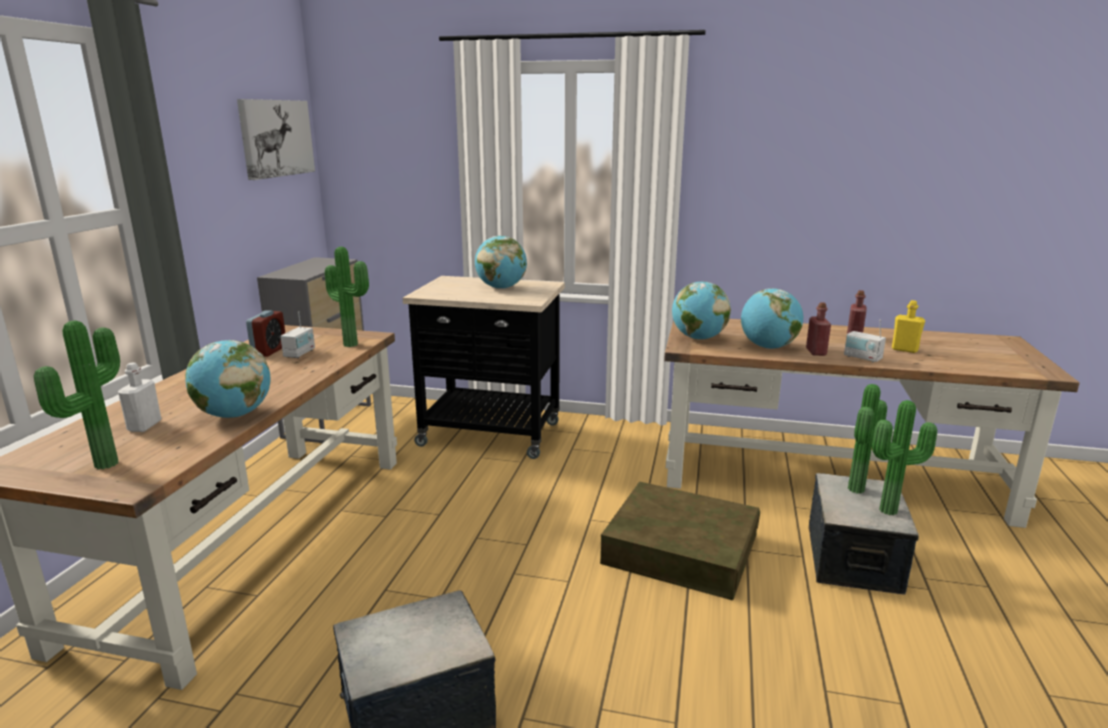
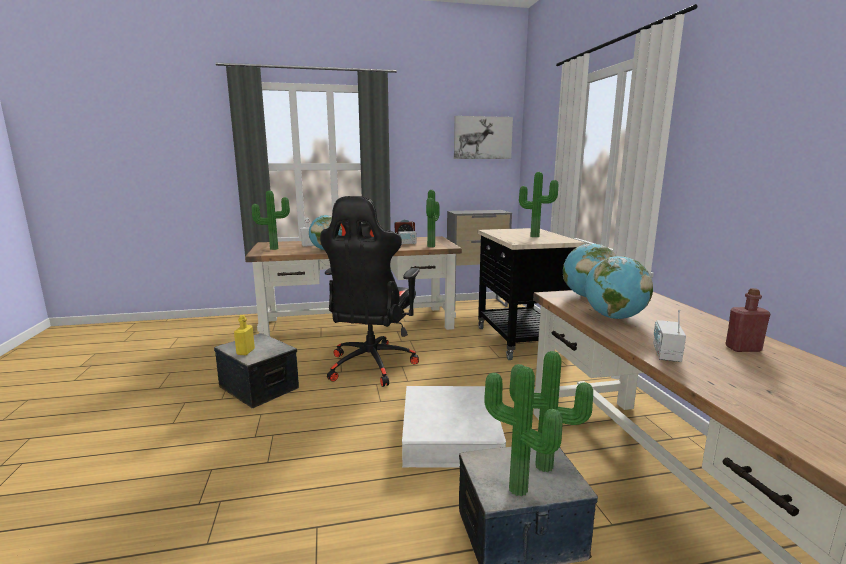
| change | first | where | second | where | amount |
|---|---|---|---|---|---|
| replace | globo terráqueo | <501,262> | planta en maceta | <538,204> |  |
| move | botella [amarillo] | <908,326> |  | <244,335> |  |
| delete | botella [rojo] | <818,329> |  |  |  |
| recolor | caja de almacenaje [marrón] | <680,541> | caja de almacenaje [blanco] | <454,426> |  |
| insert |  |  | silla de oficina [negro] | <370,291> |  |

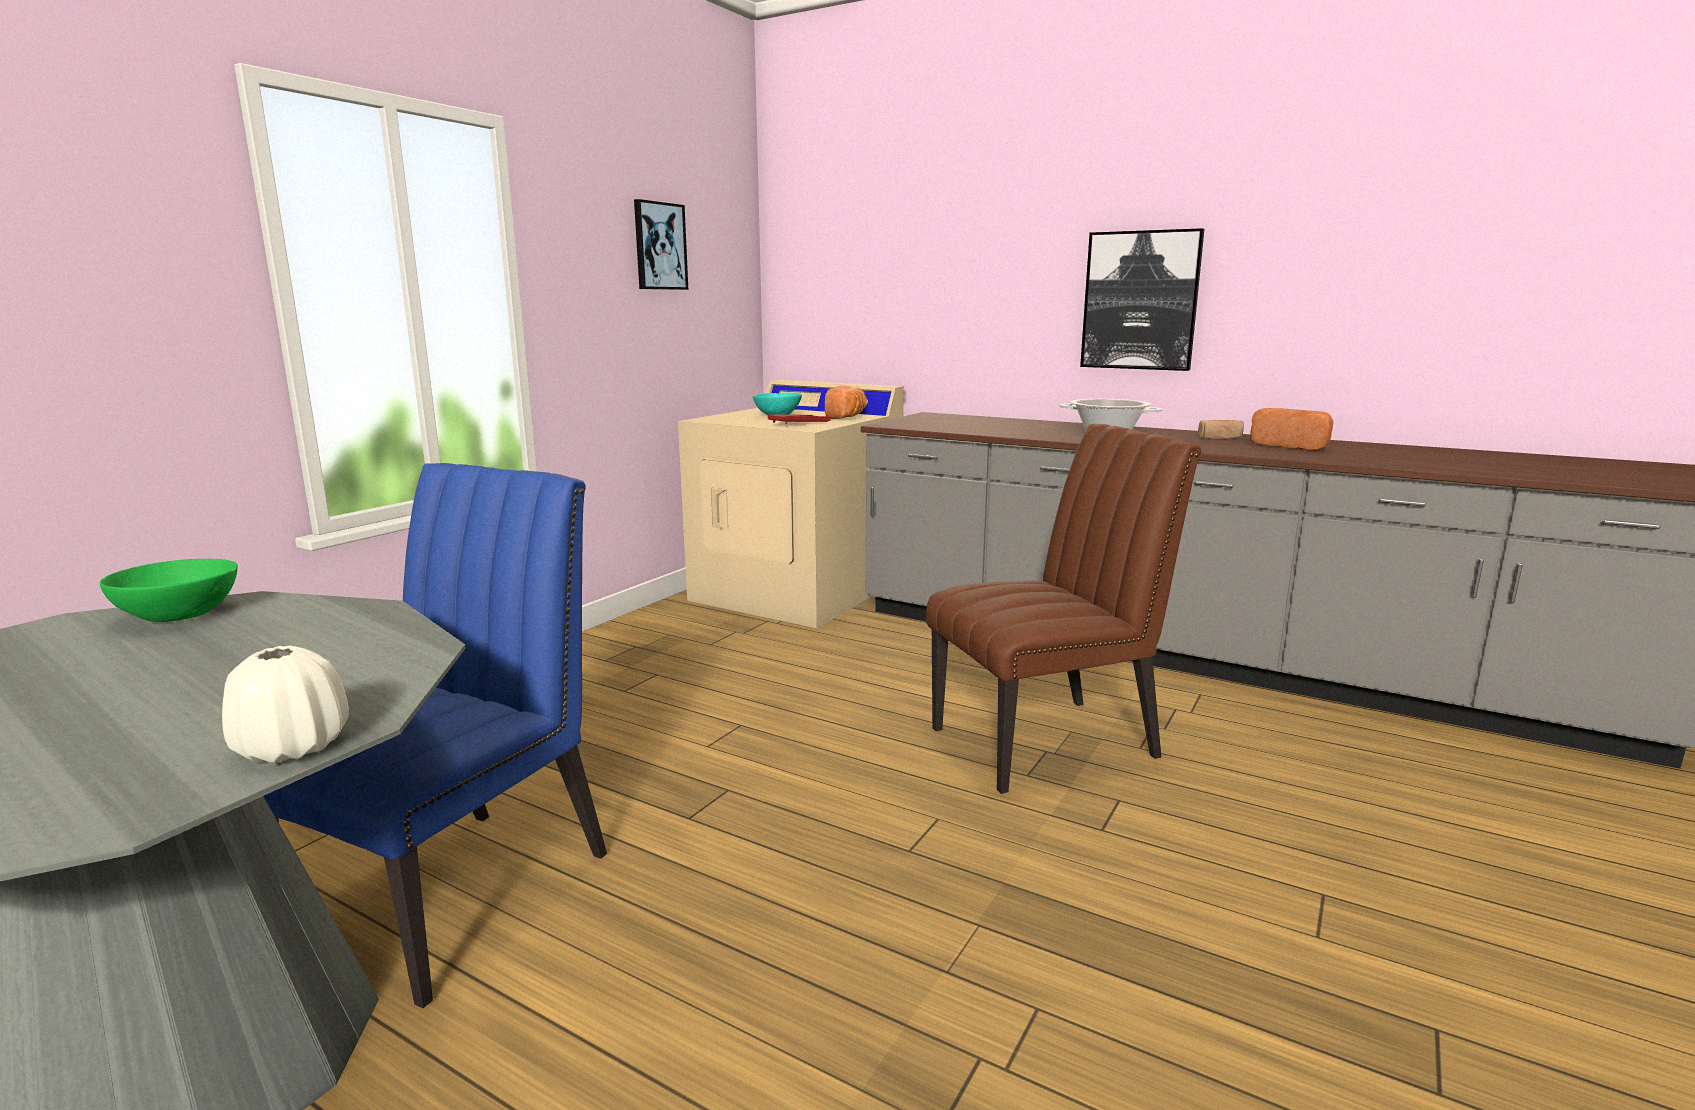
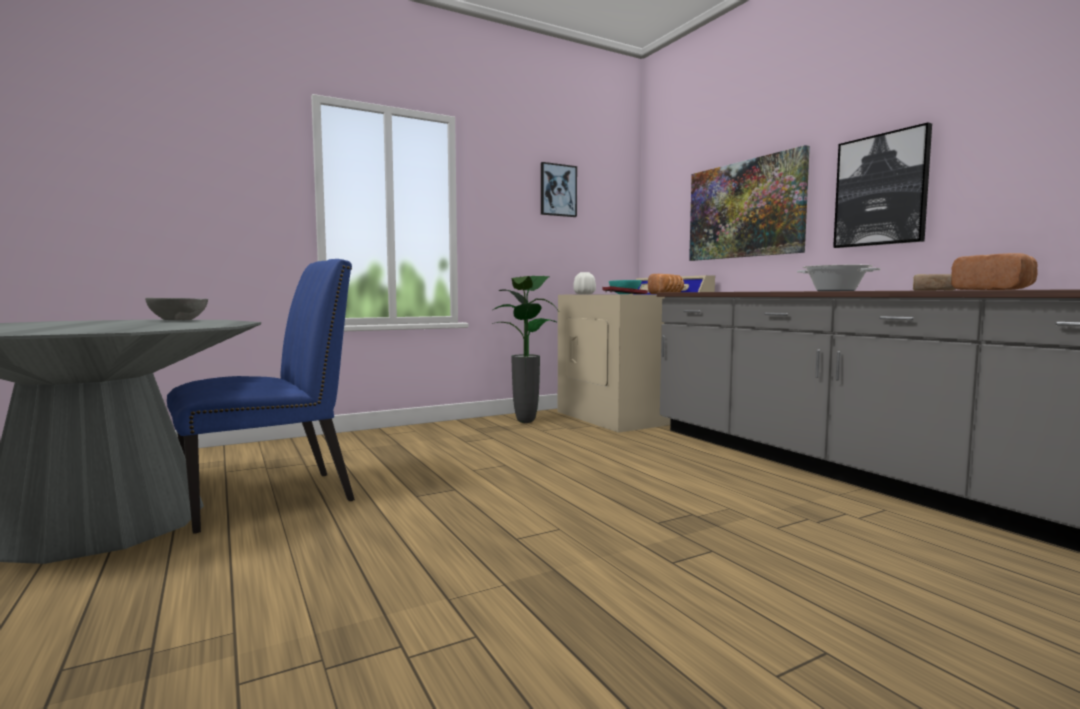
| change | first | where | second | where | amount |
|---|---|---|---|---|---|
| delete | silla [marrón] | <1063,608> |  |  |  |
| recolor | cuenco [verde] | <169,590> | cuenco [gris] | <176,309> |  |
| move | florero [blanco] | <285,704> |  | <584,283> |  |
| insert |  |  | cuadro | <749,203> |  |
| insert |  |  | planta en maceta | <525,349> |  |

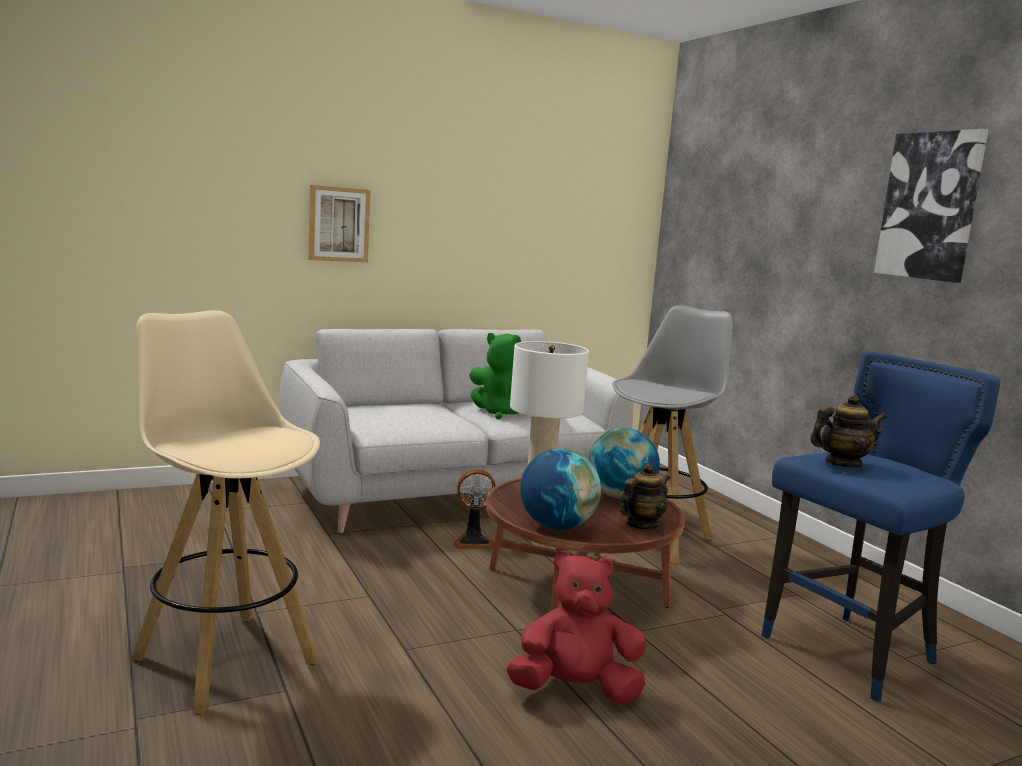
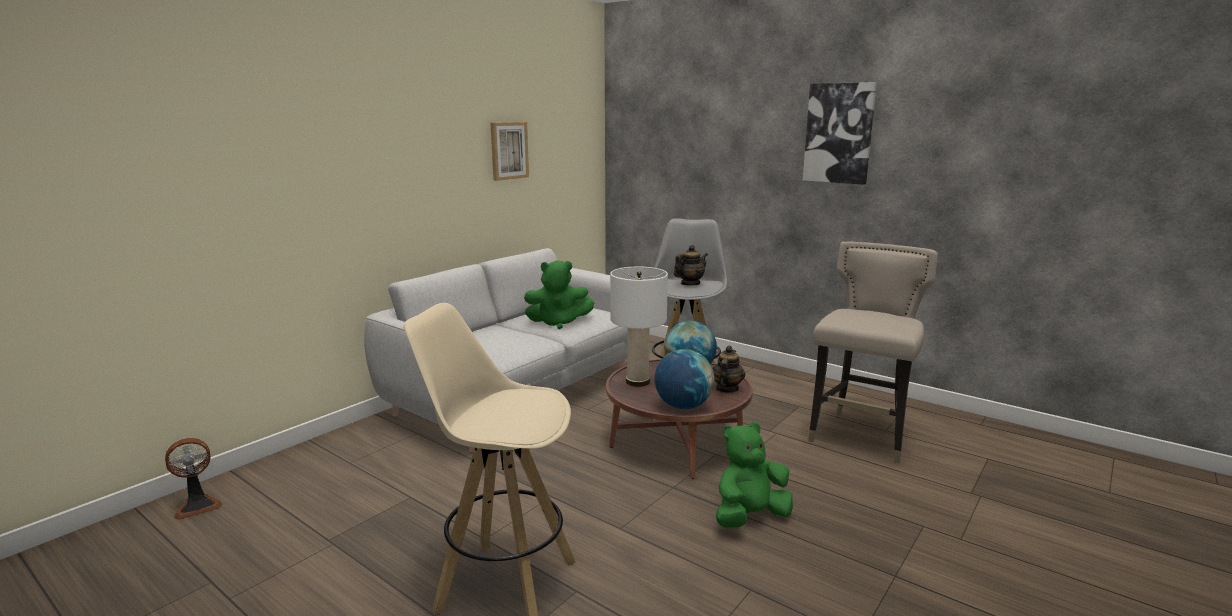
| change | first | where | second | where | amount |
|---|---|---|---|---|---|
| move | cuadro | <339,223> |  | <510,151> |  |
| recolor | taburete [azul] | <880,526> | taburete [beis] | <873,353> |  |
| move | tetera | <848,431> |  | <691,265> |  |
| move | ventilador | <474,509> |  | <194,479> |  |
| recolor | peluche [rojo] | <576,627> | peluche [verde] | <754,475> |  |

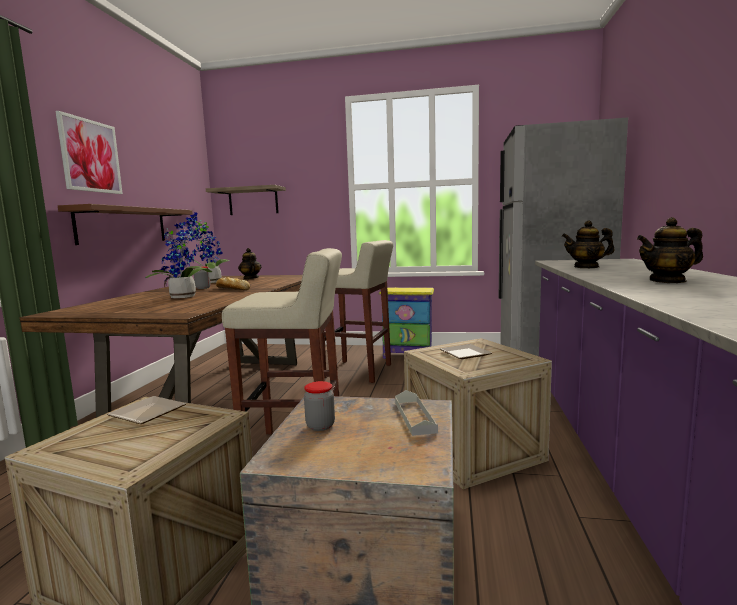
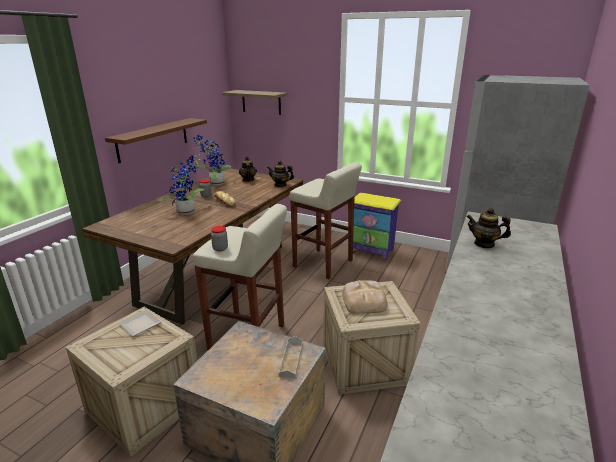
| change | first | where | second | where | amount |
|---|---|---|---|---|---|
| delete | cuadro | <89,152> |  |  |  |
| move | tetera | <670,250> |  | <280,174> |  |
| replace | plato | <466,351> | pan | <365,297> |  |
| move | tarro | <319,406> |  | <219,239> |  |

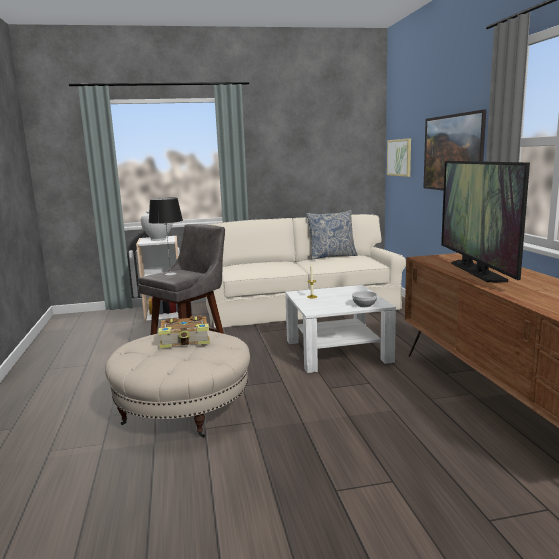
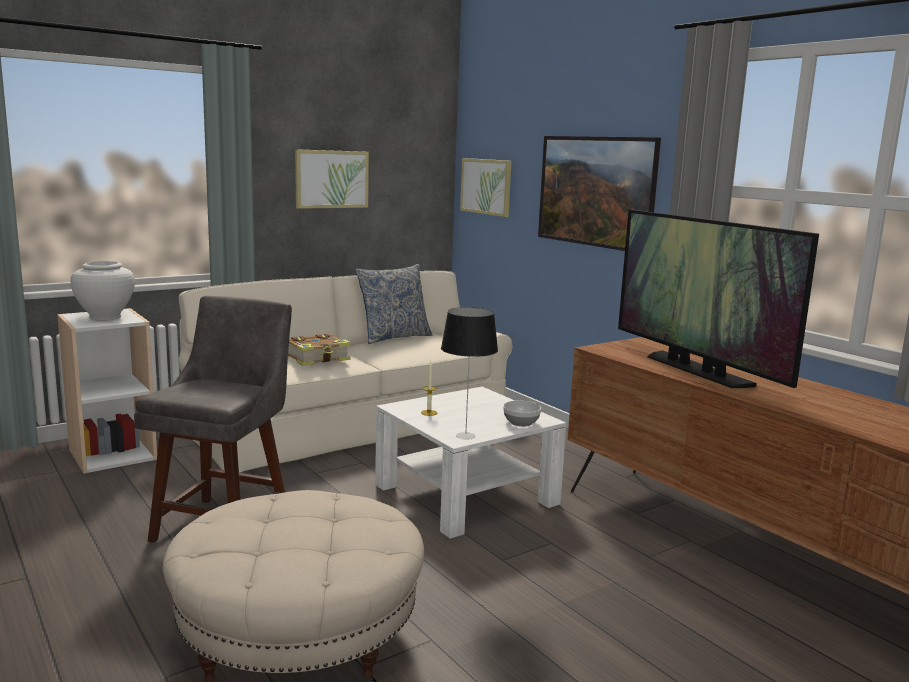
| change | first | where | second | where | amount |
|---|---|---|---|---|---|
| move | lámpara de mesa | <166,236> |  | <469,373> |  |
| move | libro | <184,332> |  | <319,349> |  |
| insert |  |  | cuadro | <332,179> |  |

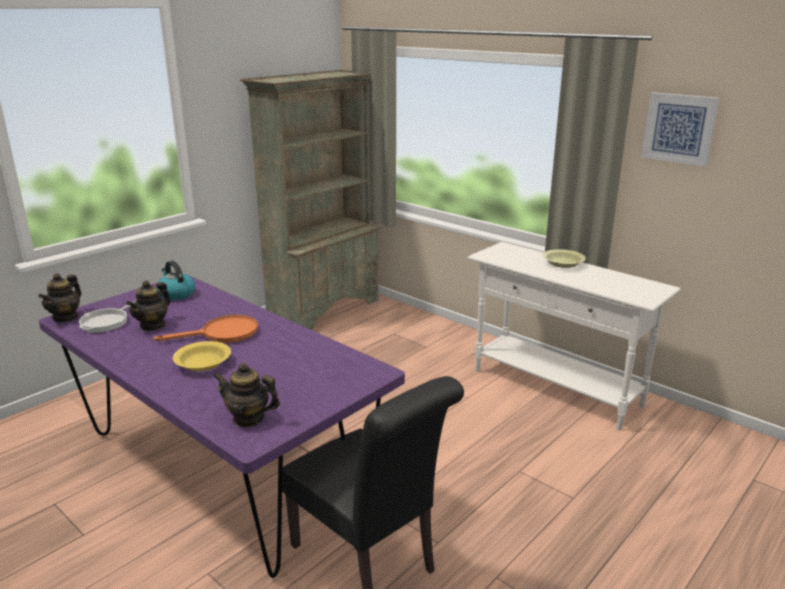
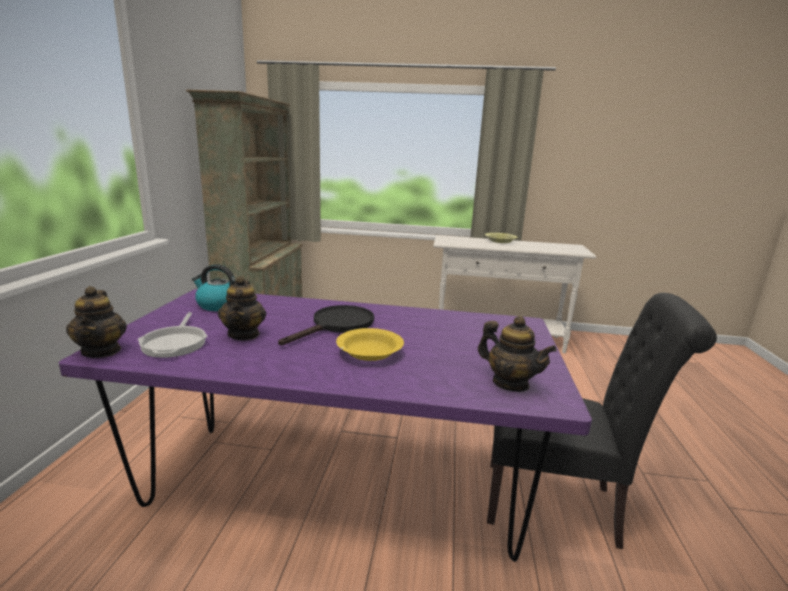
| change | first | where | second | where | amount |
|---|---|---|---|---|---|
| delete | cuadro | <680,129> |  |  |  |
| recolor | sartén [naranja] | <205,329> | sartén [negro] | <326,325> |  |
| rotate | tetera | <247,395> |  | <517,354> | 120 degrees counterclockwise |

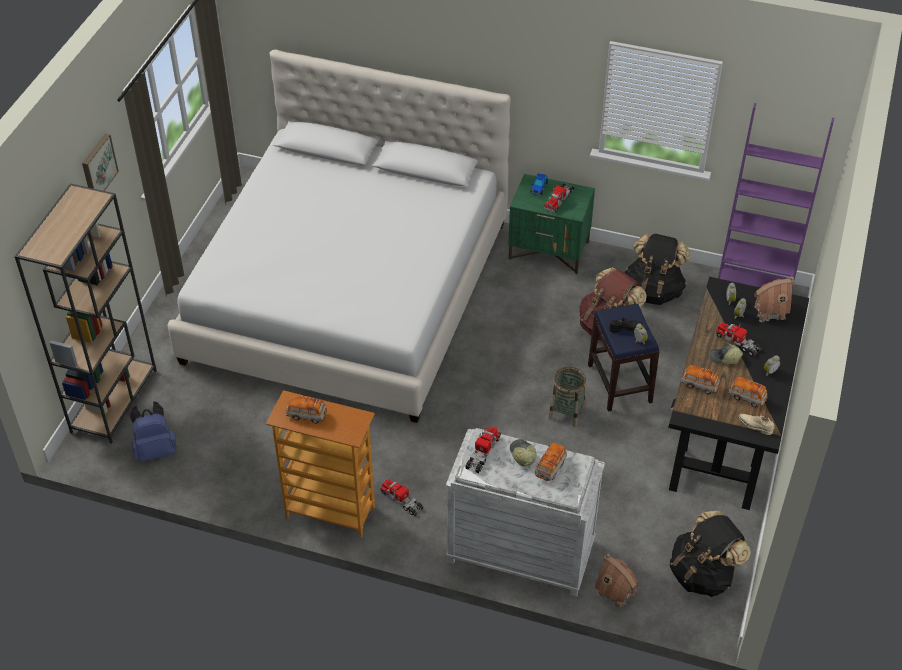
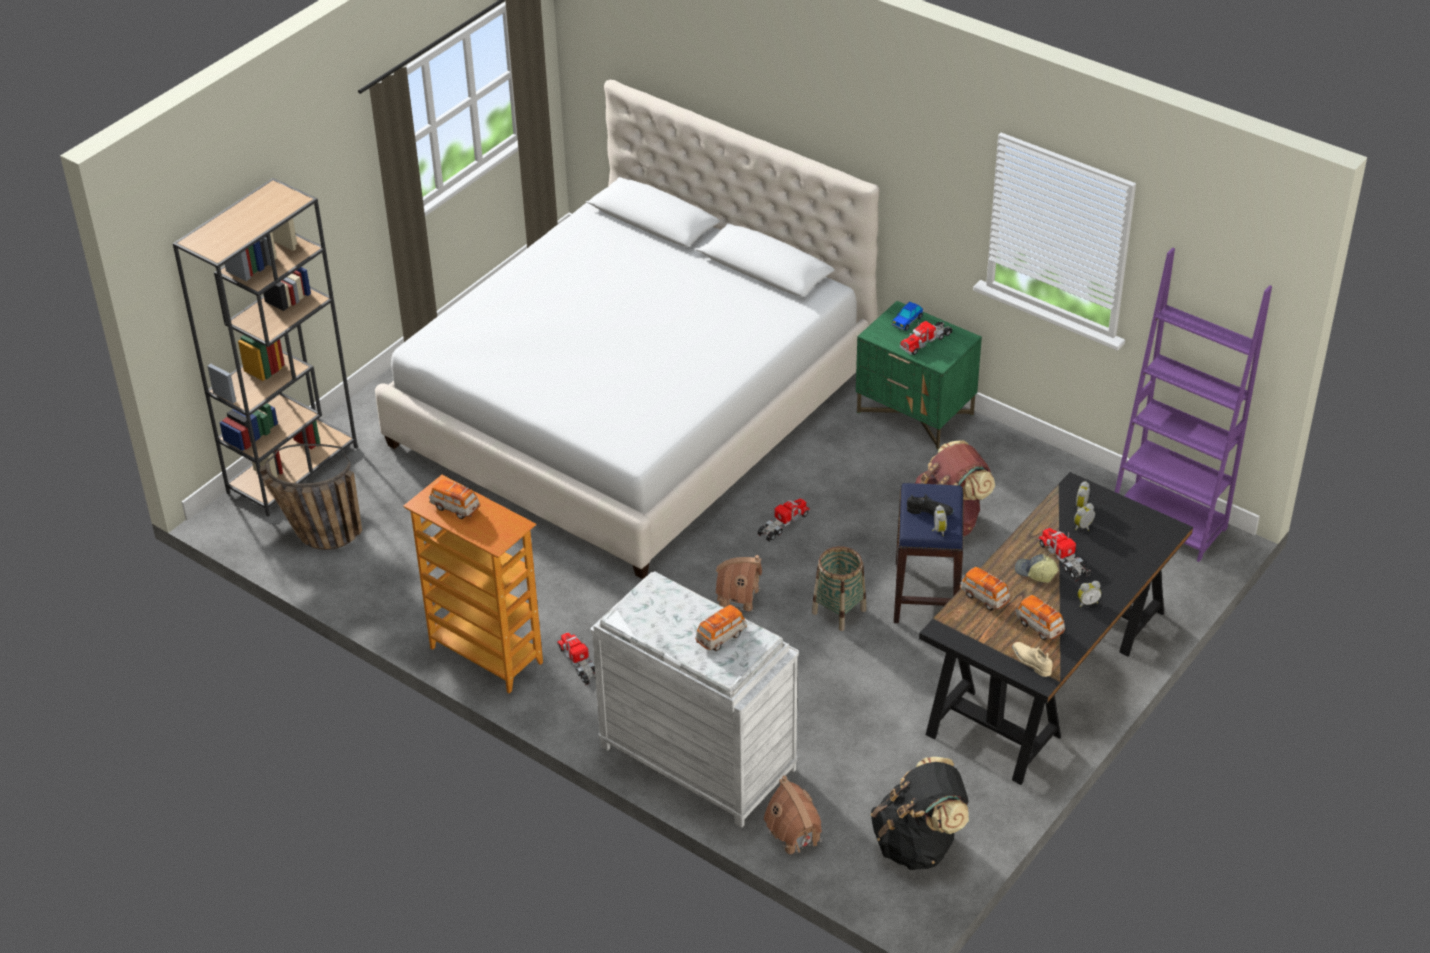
| change | first | where | second | where | amount |
|---|---|---|---|---|---|
| delete | cuadro | <100,162> |  |  |  |
| delete | mochila [negro] | <657,269> |  |  |  |
| move | casita | <774,299> |  | <739,583> |  |
| replace | mochila [azul] | <153,431> | cesta | <311,497> |  |
| move | camión de juguete | <483,449> |  | <784,520> |  |
| delete | gorra | <523,452> |  |  |  |

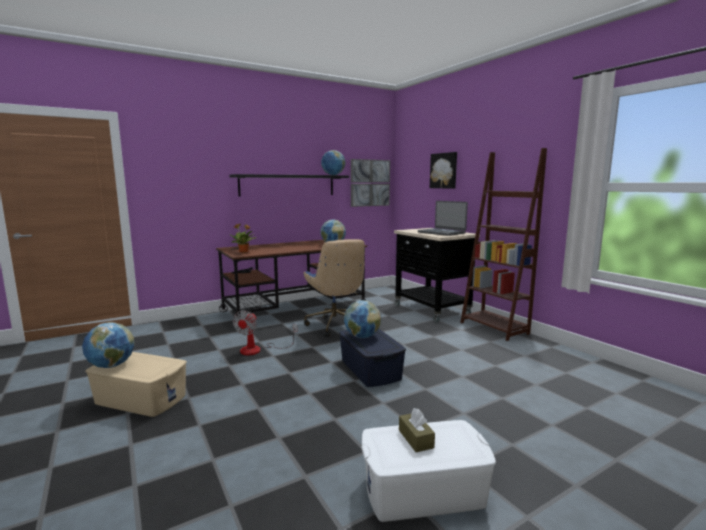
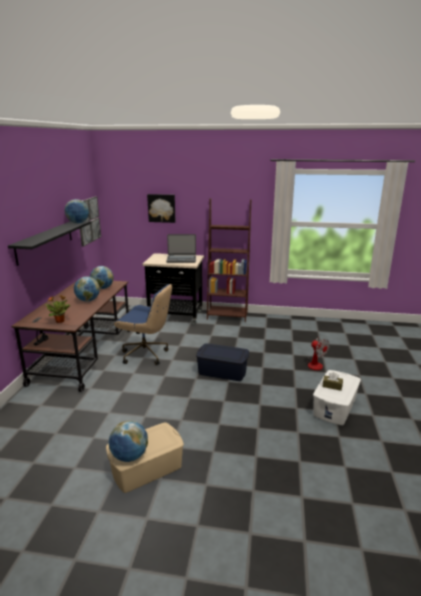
| change | first | where | second | where | amount |
|---|---|---|---|---|---|
| move | globo terráqueo | <362,319> |  | <87,289> |  |
| move | ventilador | <265,332> |  | <319,354> |  |

